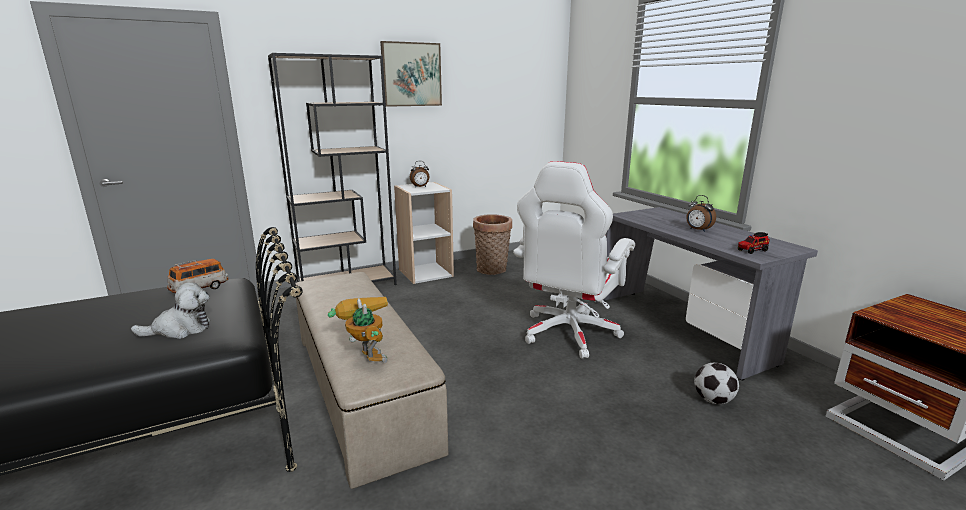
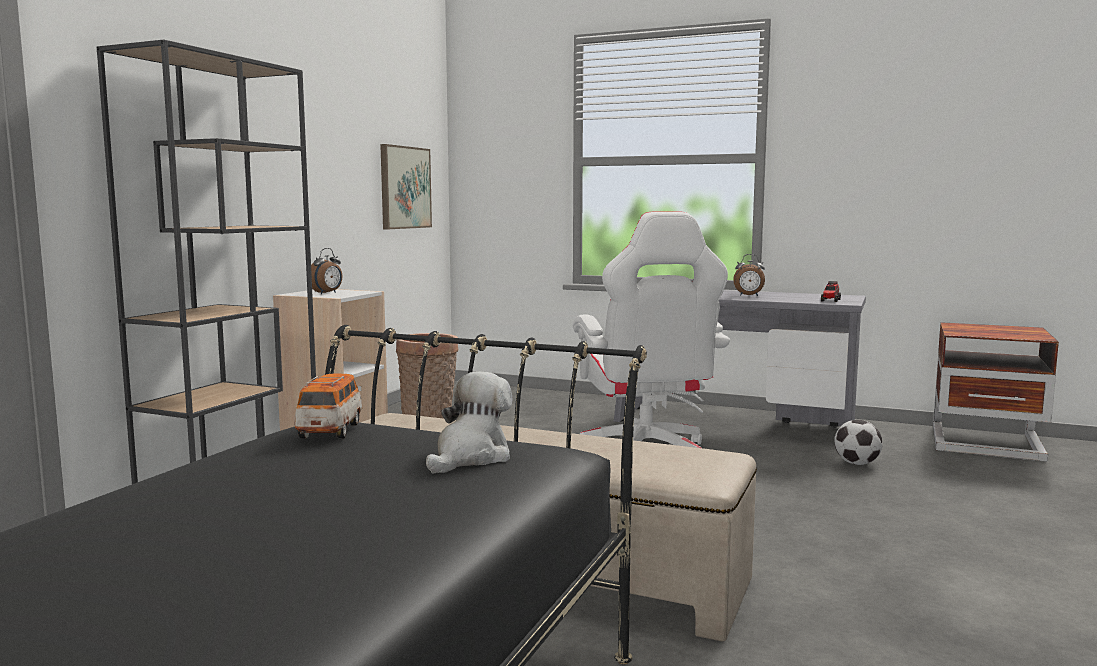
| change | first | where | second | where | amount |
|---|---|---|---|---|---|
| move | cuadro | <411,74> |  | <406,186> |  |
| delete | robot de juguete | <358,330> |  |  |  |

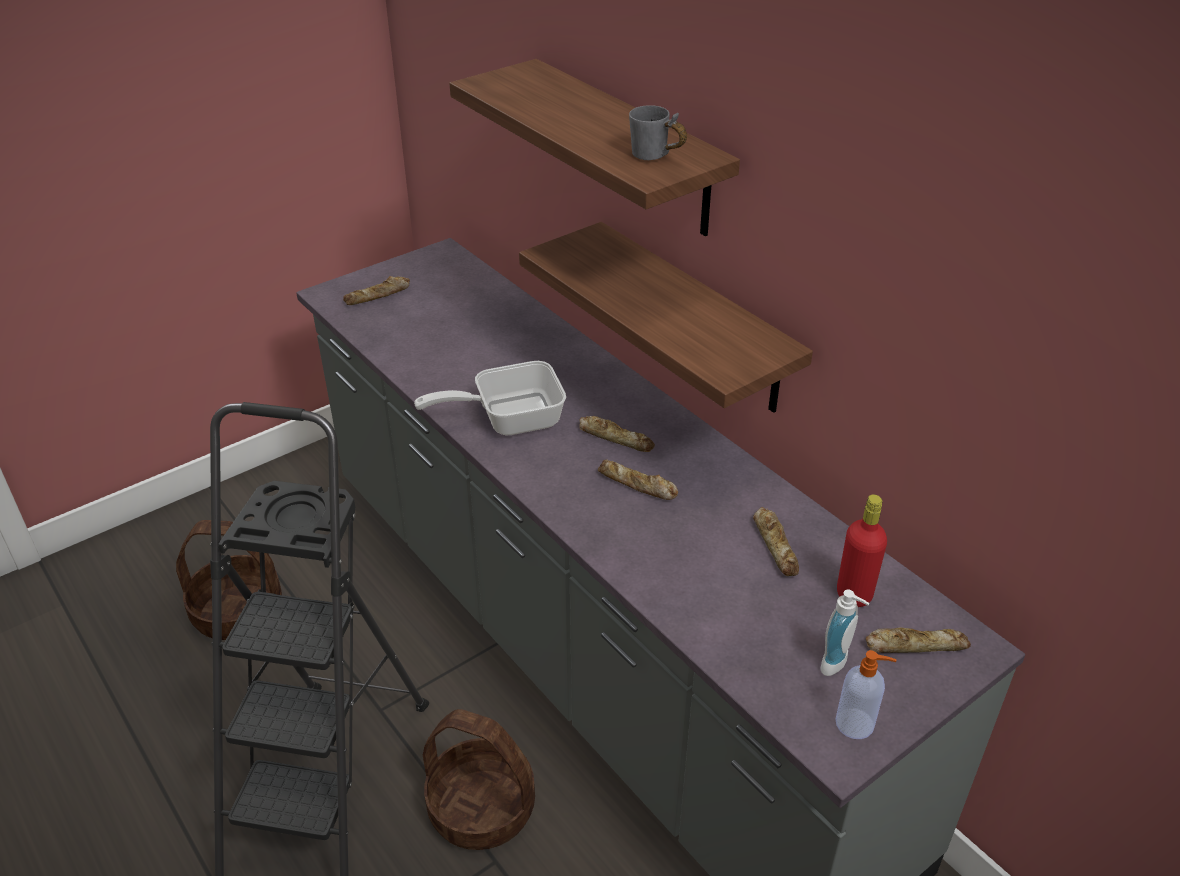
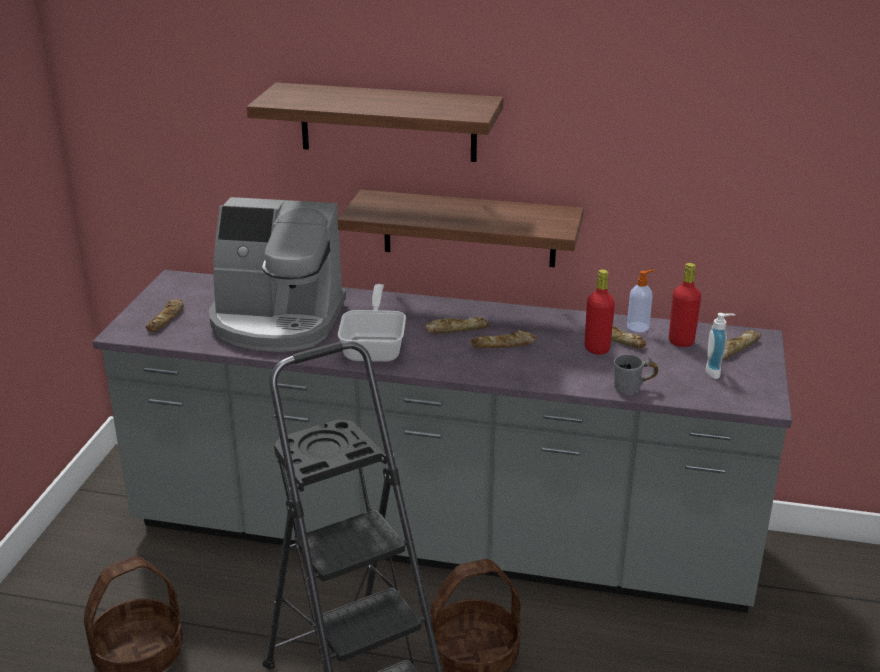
| change | first | where | second | where | amount |
|---|---|---|---|---|---|
| move | taza grande [gris] | <658,132> |  | <636,374> |  |
| rotate | sartén | <490,398> |  | <372,323> | 150 degrees clockwise |
| move | dispensador de jabón | <866,694> |  | <641,301> |  |
| insert |  |  | cafetera | <277,274> |  |
| insert |  |  | botella [rojo] | <600,311> |  |

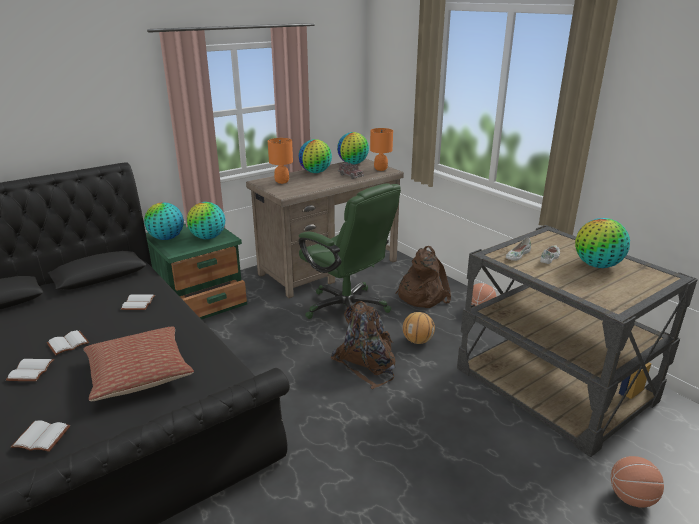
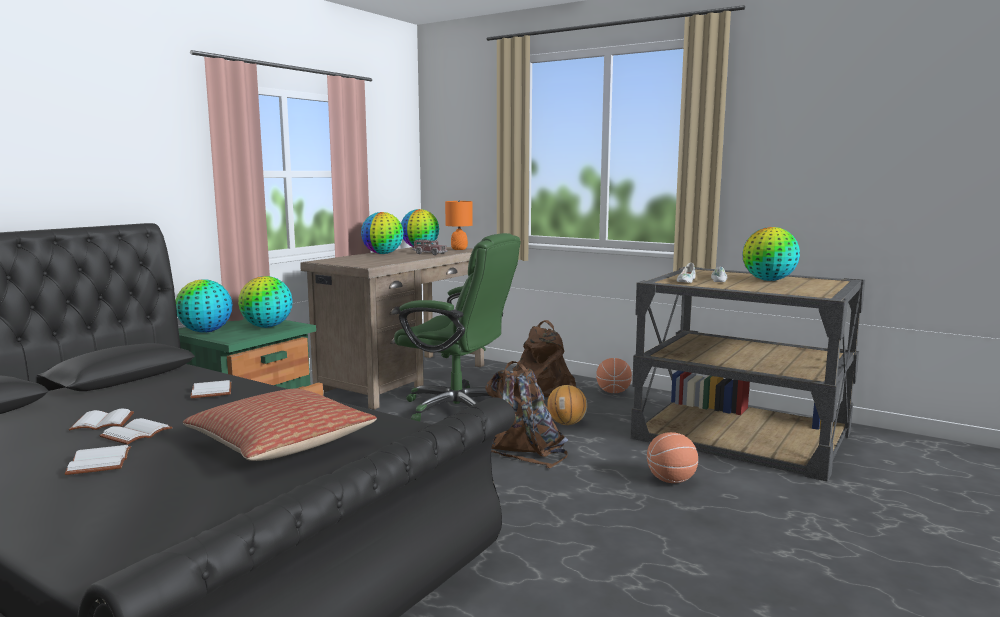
| change | first | where | second | where | amount |
|---|---|---|---|---|---|
| delete | lámpara de mesa [naranja] | <280,161> |  |  |  |
| move | libro [blanco] | <40,436> |  | <101,419> |  |
| move | balón de baloncesto | <637,482> |  | <672,457> |  |

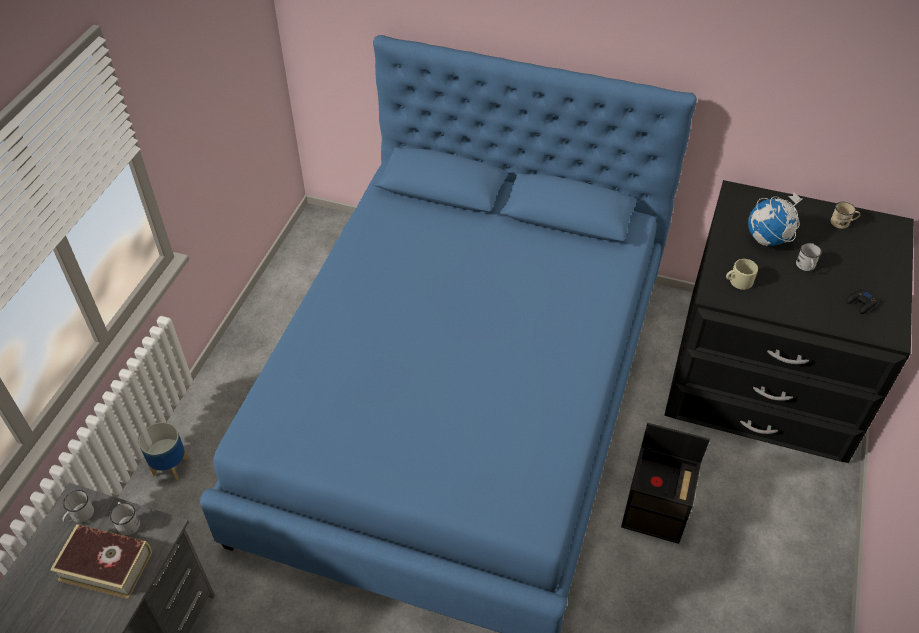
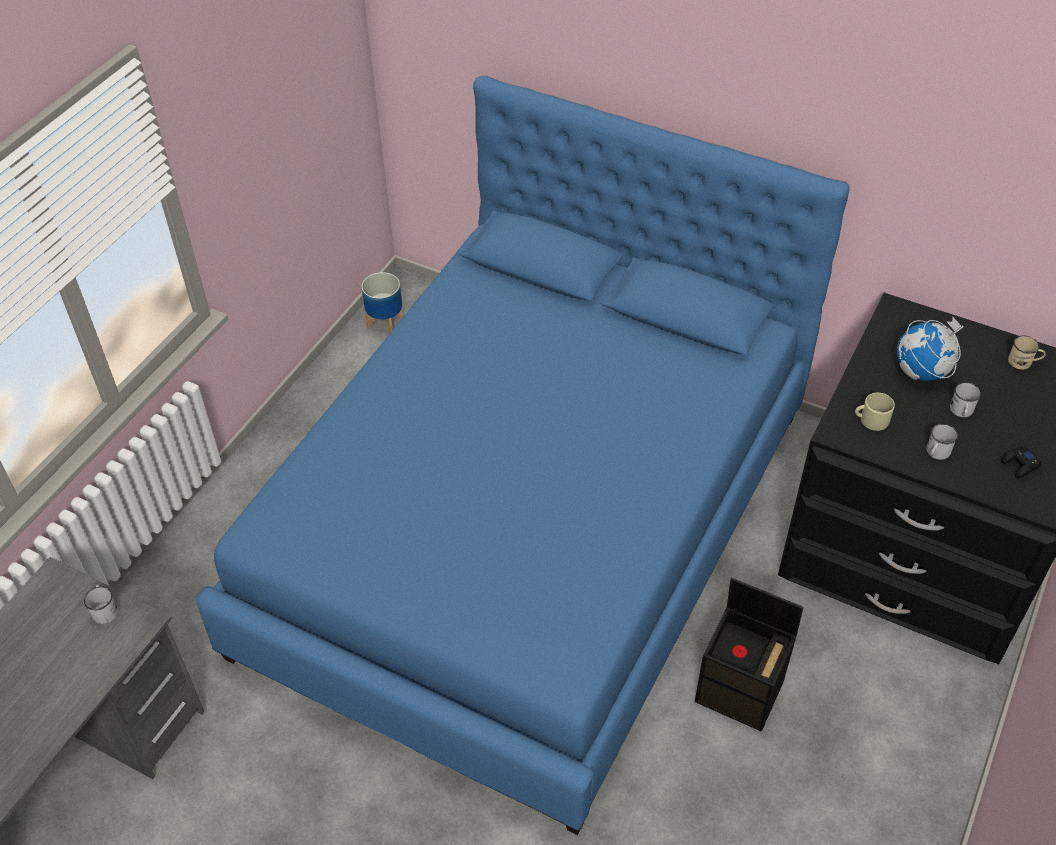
| change | first | where | second | where | amount |
|---|---|---|---|---|---|
| move | maceta | <164,451> |  | <382,302> |  |
| move | taza grande [blanco] | <78,506> |  | <942,442> |  |
| delete | libro | <101,561> |  |  |  |

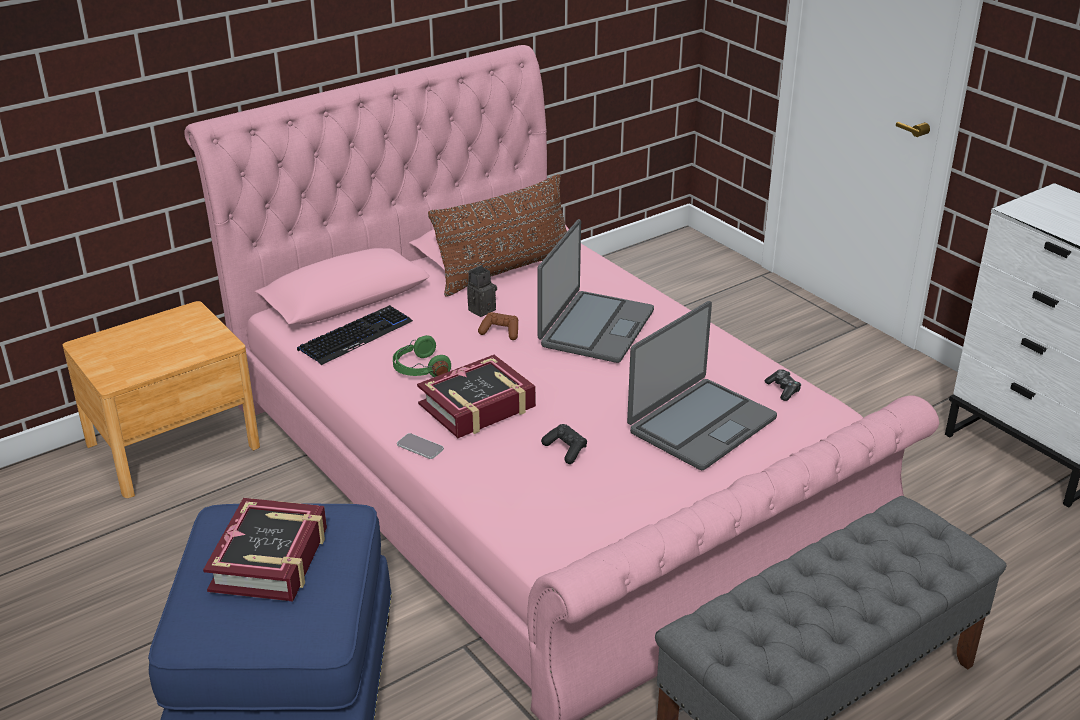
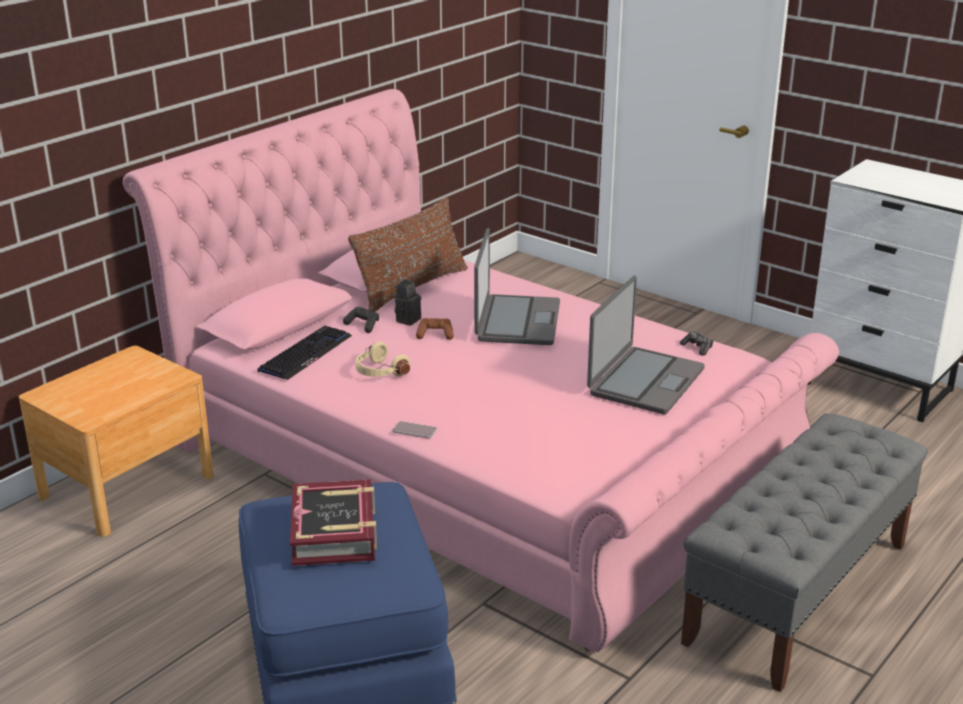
| change | first | where | second | where | amount |
|---|---|---|---|---|---|
| recolor | auriculares [verde] | <422,356> | auriculares [beis] | <383,359> |  |
| delete | libro | <476,396> |  |  |  |
| move | mando de consola [negro] | <564,444> |  | <361,320> |  |

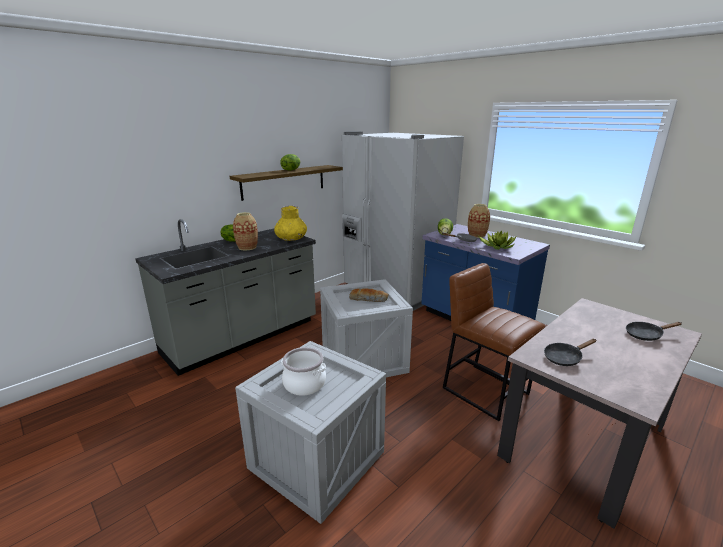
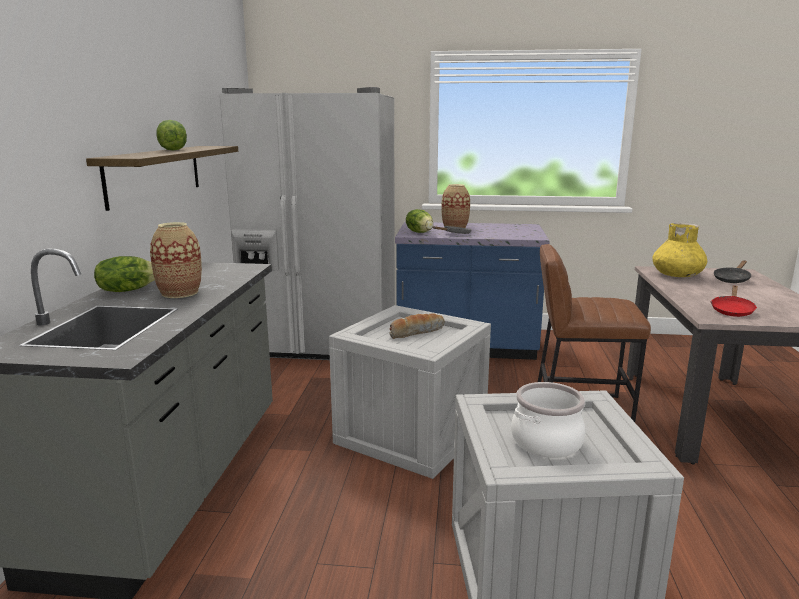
| change | first | where | second | where | amount |
|---|---|---|---|---|---|
| move | florero [amarillo] | <290,223> |  | <679,250> |  |
| delete | planta en maceta | <498,240> |  |  |  |
| recolor | sartén [negro] | <570,352> | sartén [rojo] | <733,301> |  |

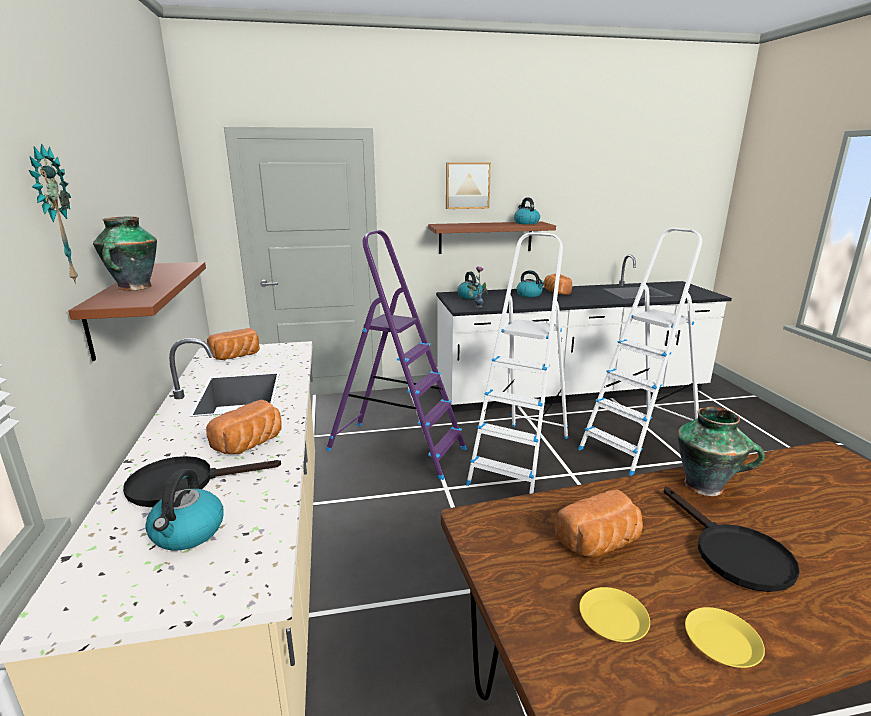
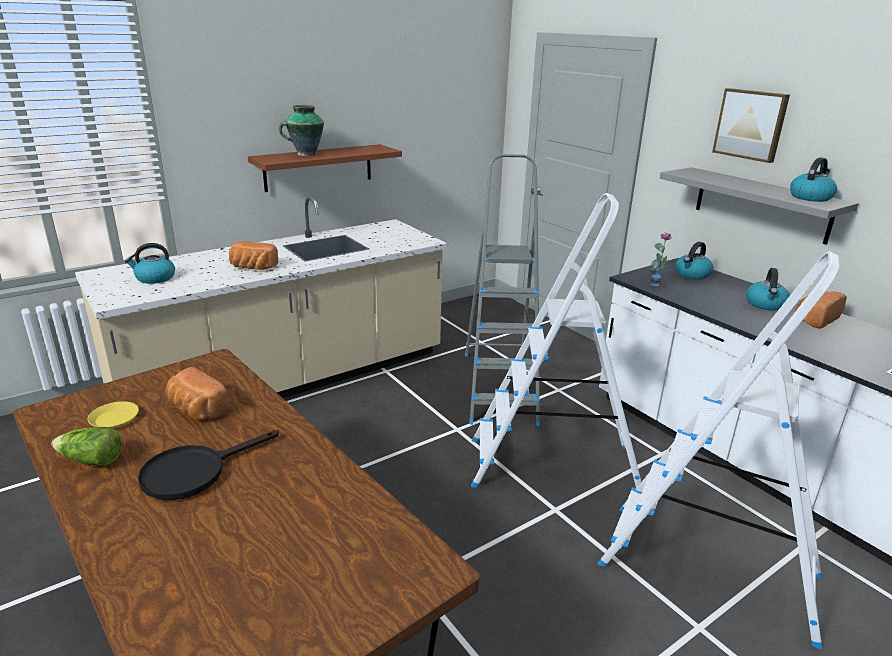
| change | first | where | second | where | amount |
|---|---|---|---|---|---|
| delete | reloj de pared | <53,213> |  |  |  |
| recolor | estante [marrón] | <492,237> | estante [gris] | <759,206> |  |
| recolor | escalera de tijera [morado] | <396,355> | escalera de tijera [gris] | <502,290> |  |
| delete | pan | <233,344> |  |  |  |
| delete | florero | <721,451> |  |  |  |
| delete | sartén [negro] | <202,481> |  |  |  |
| replace | plato [amarillo] | <725,637> | lechuga | <86,447> |  |

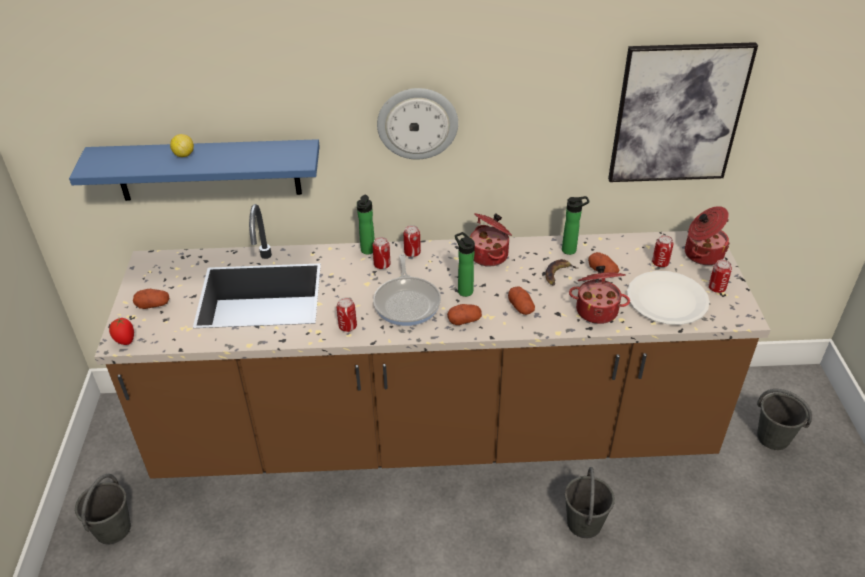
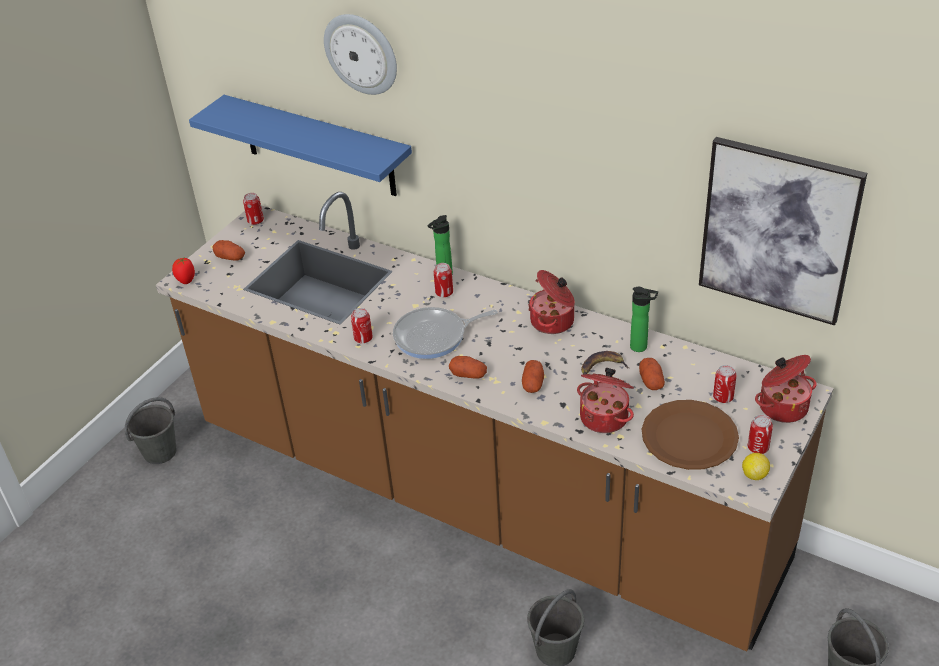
| change | first | where | second | where | amount |
|---|---|---|---|---|---|
| move | reloj de pared | <417,123> |  | <360,54> |  |
| move | limón | <182,145> |  | <756,466> |  |
| move | lata | <412,241> |  | <253,209> |  |
| delete | botella | <465,264> |  |  |  |
| rotate | sartén | <407,290> |  | <445,333> | 45 degrees clockwise |
| recolor | plato [blanco] | <668,298> | plato [marrón] | <690,435> |  |

